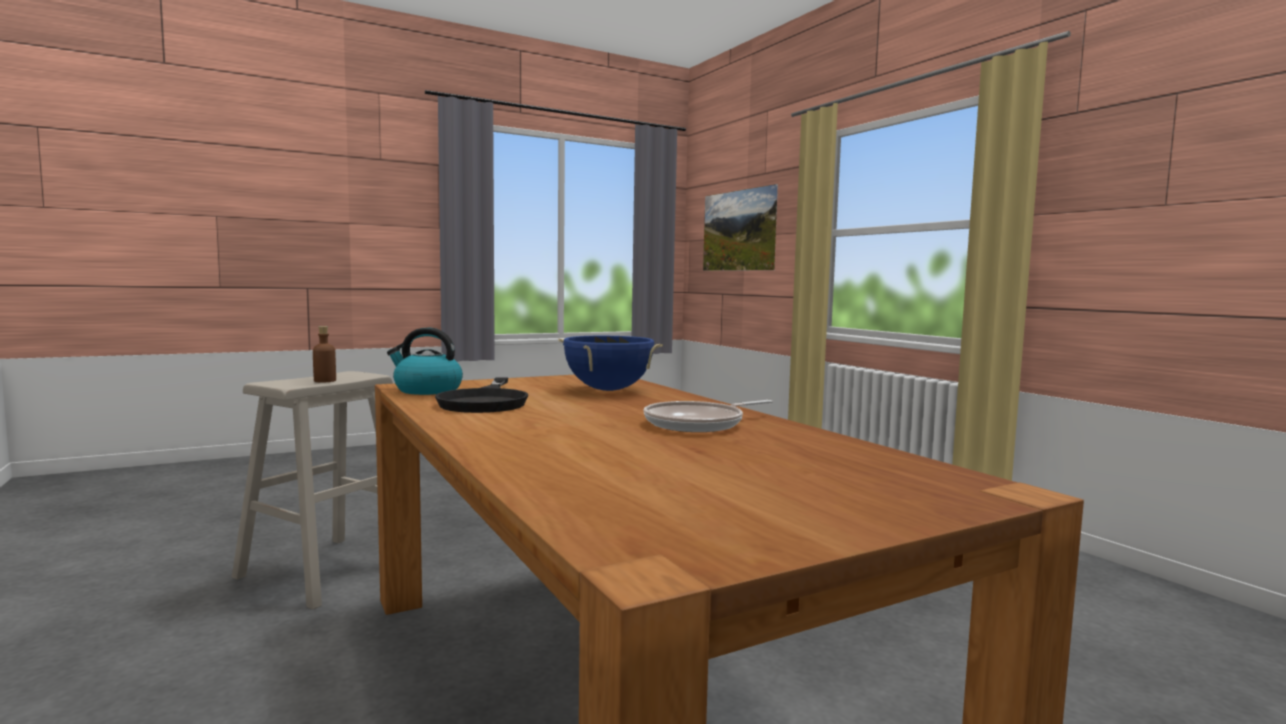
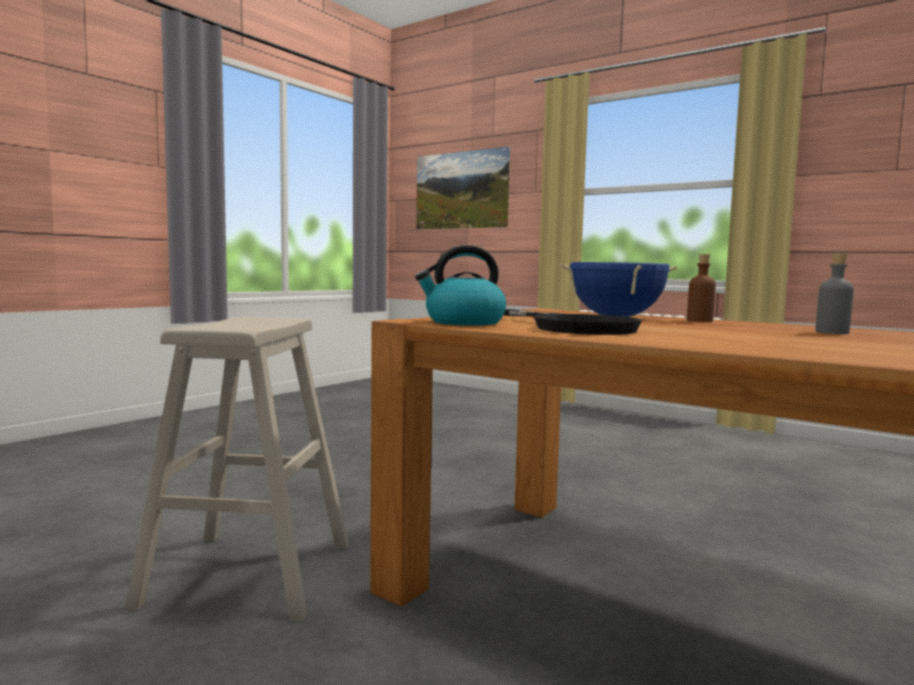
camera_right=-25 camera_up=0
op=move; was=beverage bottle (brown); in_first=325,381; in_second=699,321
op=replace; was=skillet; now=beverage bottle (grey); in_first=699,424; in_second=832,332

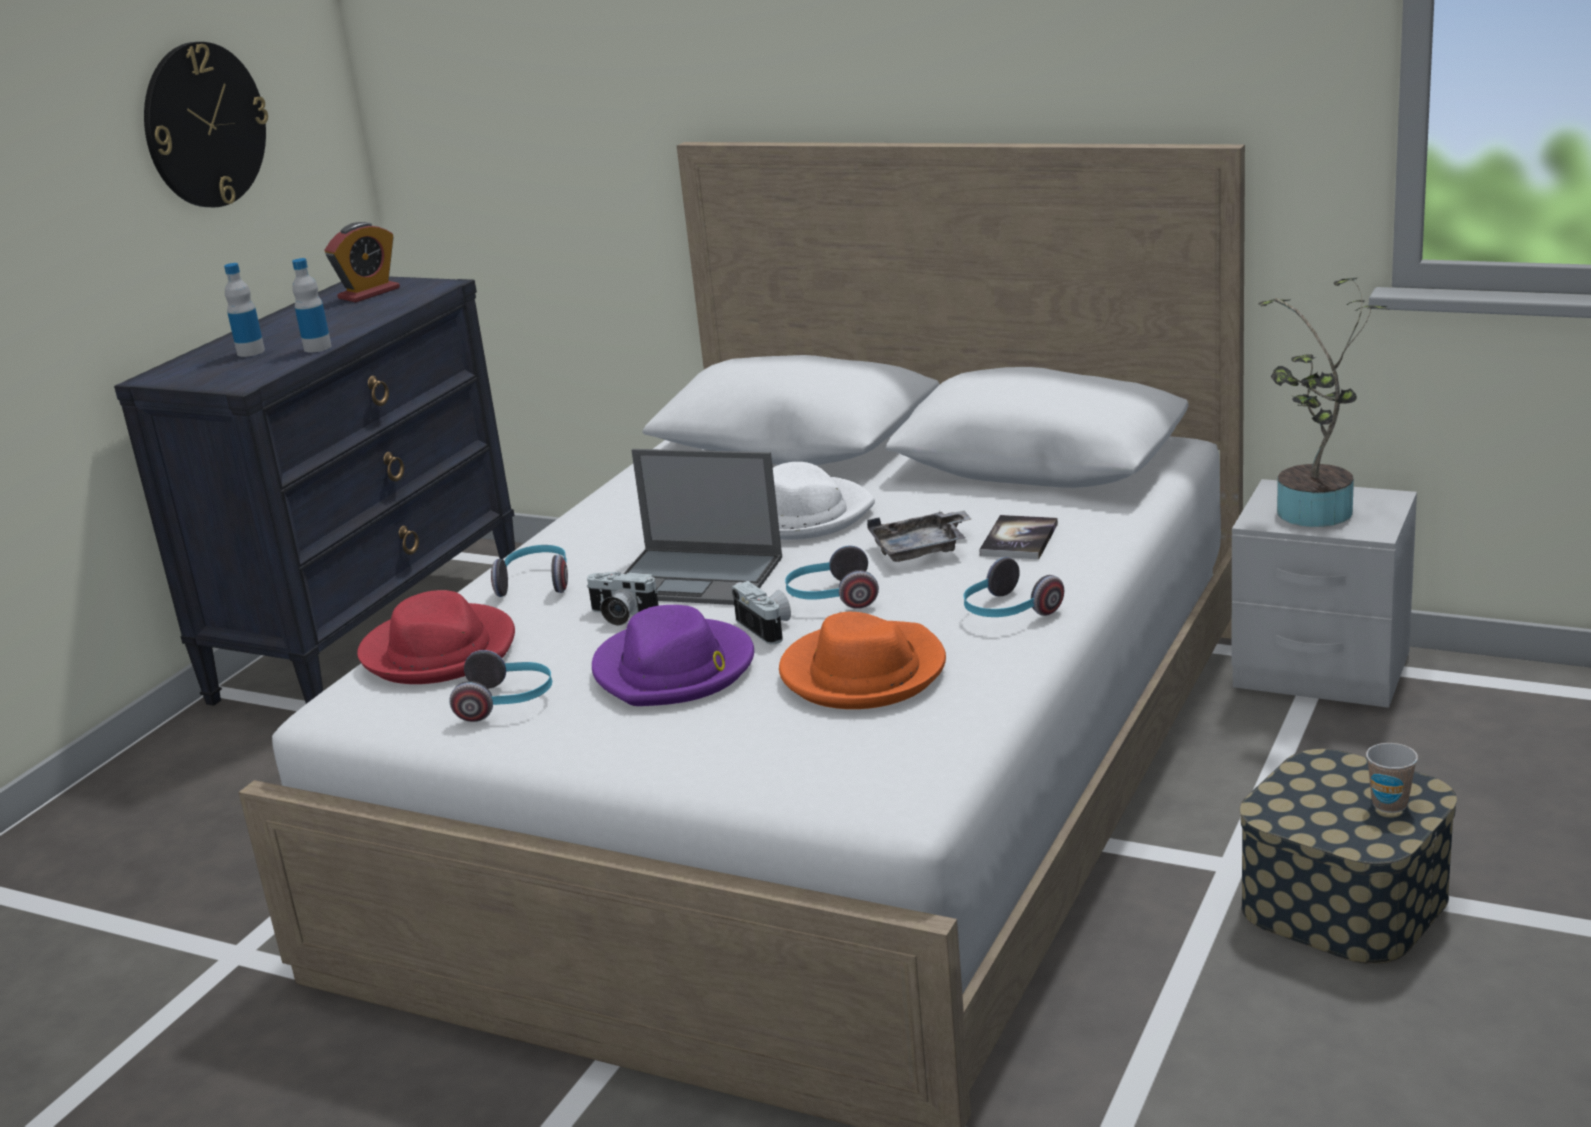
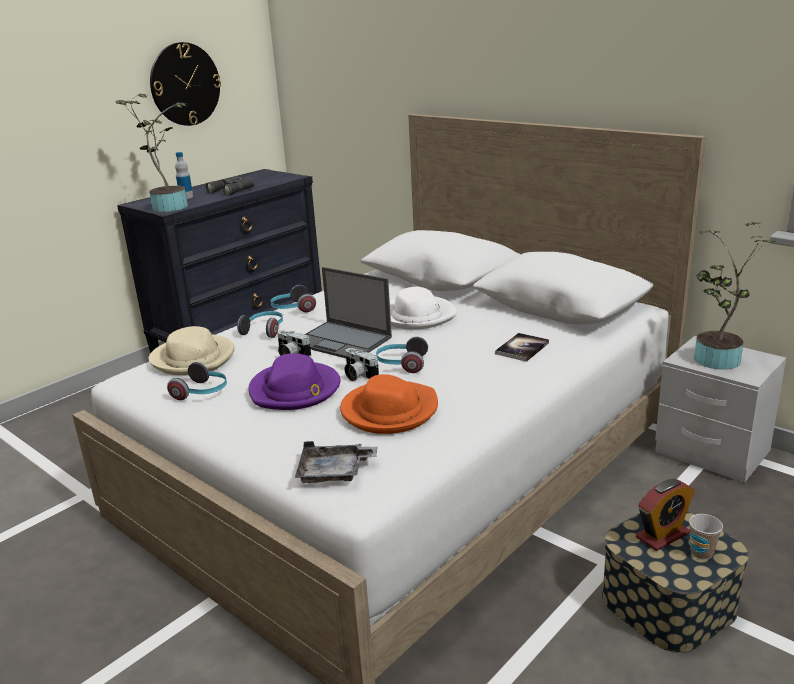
camera_right=15 camera_up=0
op=delete; was=beverage bottle; in_first=317,348
op=insert; now=plant in a pot; in_second=168,206
op=insert; now=binoculars (grey); in_second=233,190
op=move; was=table clock; in_first=369,293; in_second=662,535
op=move; was=carrying tray (grey); in_first=921,549; in_second=334,472
op=move; was=pair of headphones; in_first=1007,612; in_second=292,309
op=recolor; was=clothing hat (red); now=clothing hat (beige); in_first=440,651; in_second=194,358
op=rotate; was=still camera; in_first=768,628; in_second=358,375; clockwise=150

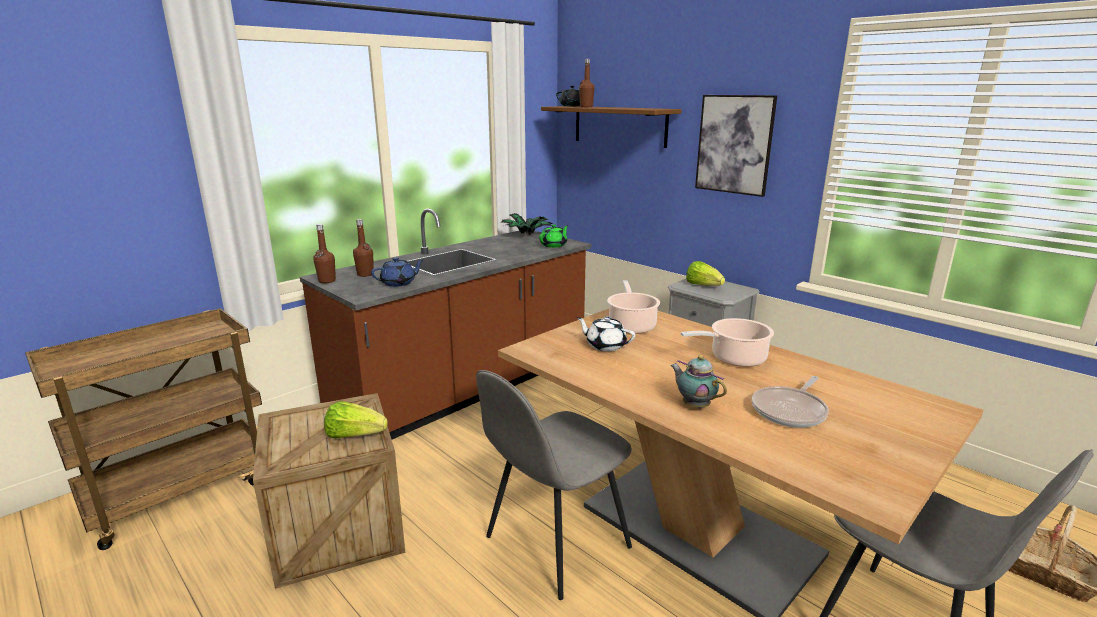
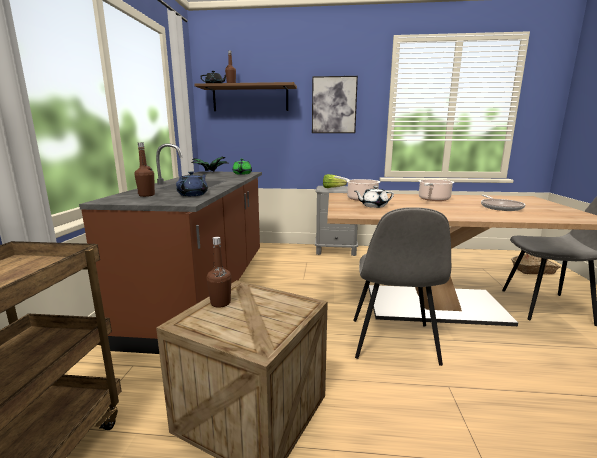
camera_right=-40 camera_up=-5
op=delete; was=lettuce; in_first=354,435
op=delete; was=tea pot; in_first=694,405
op=move; was=beverage bottle (brown); in_first=327,281; in_second=220,303

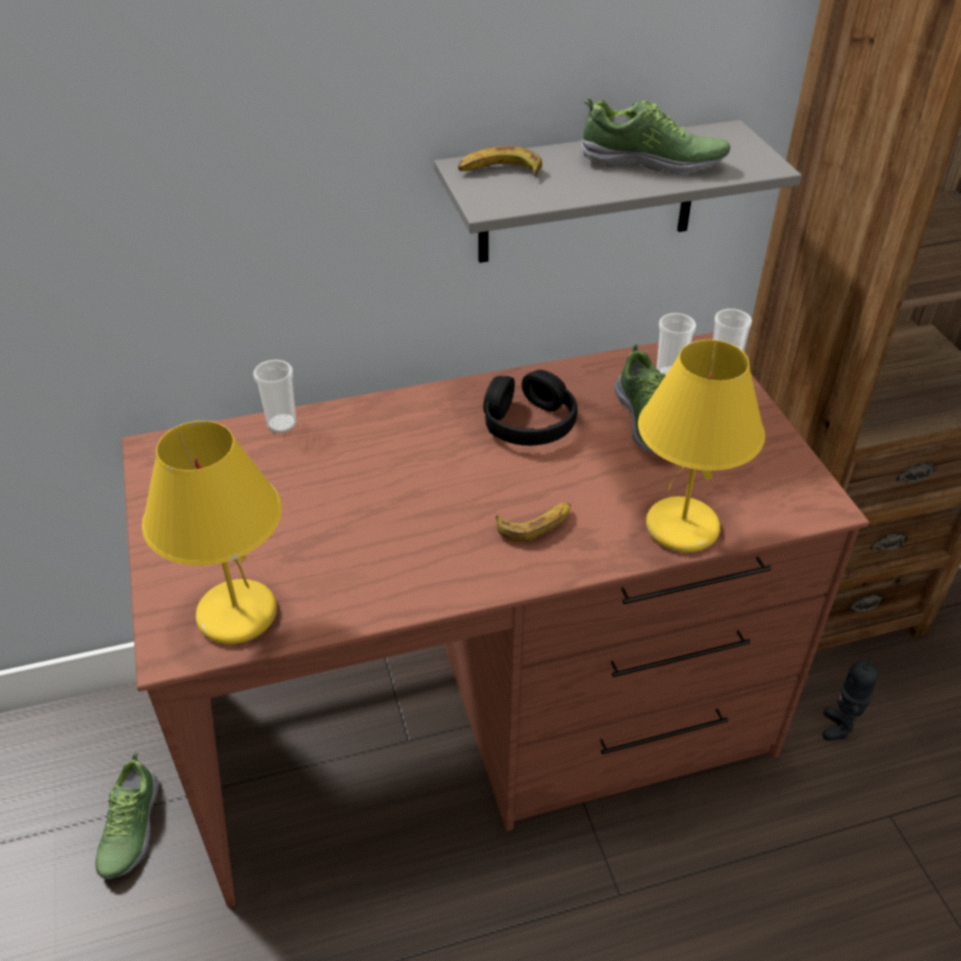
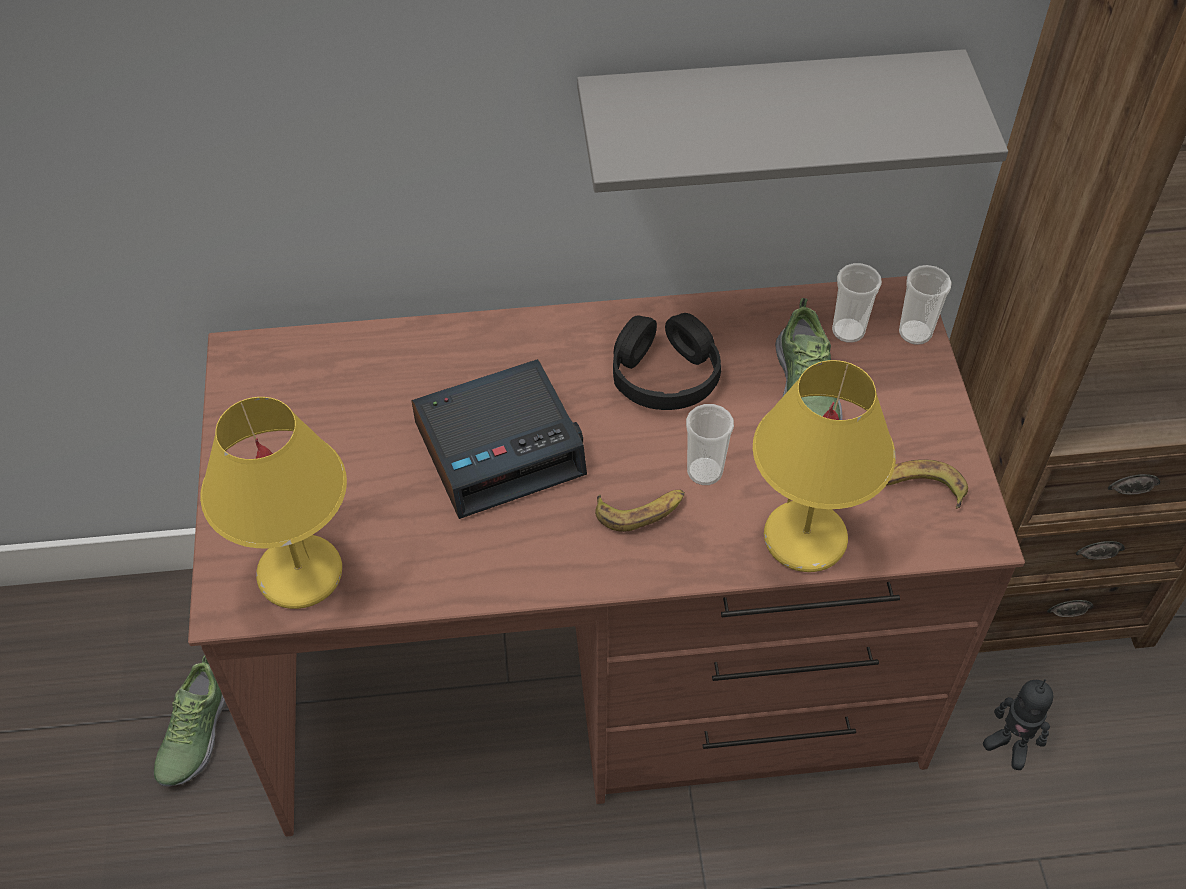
camera_right=10 camera_up=10
op=delete; was=shoe; in_first=652,162
op=insert; now=table clock; in_second=501,448
op=move; was=drinking cup; in_first=282,424; in_second=704,471
op=move; was=banana fruit; in_first=499,172; in_second=919,488
op=rotate; was=robot figure; in_first=839,727; in_second=1009,745; clockwise=-75

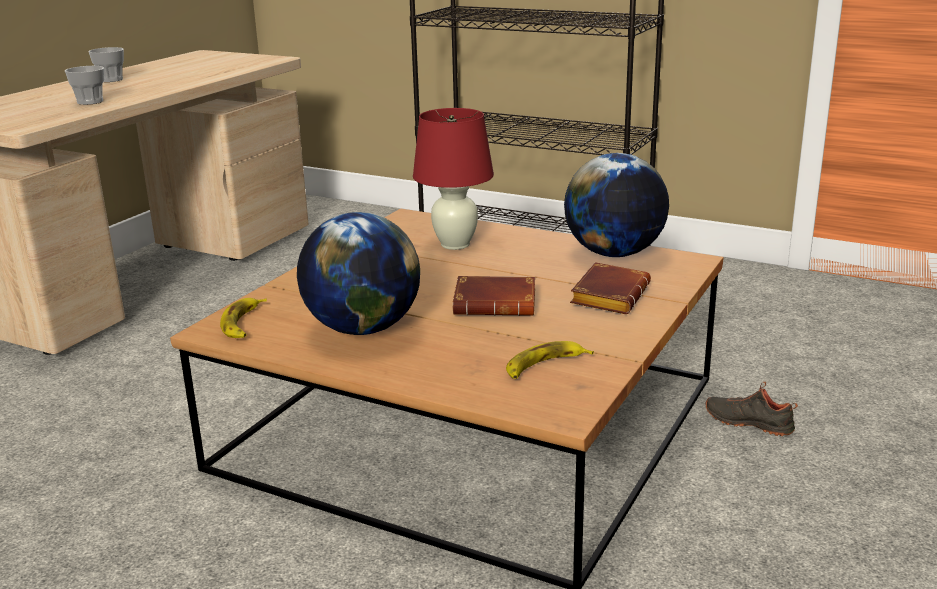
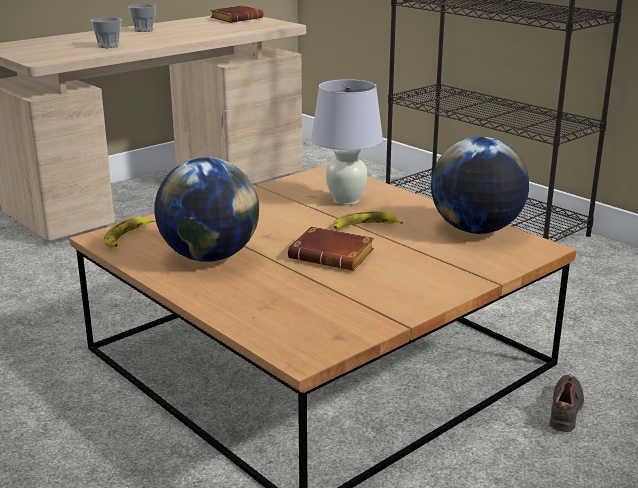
camera_right=20 camera_up=0
op=move; was=banana fruit; in_first=544,366; in_second=364,226
op=move; was=volume (brown); in_first=608,295; in_second=237,19
op=recolor; was=table lamp (red); now=table lamp (white); in_first=455,244; in_second=346,200
op=rotate; was=shoe (black-coloured); in_first=749,422; in_second=566,410; clockwise=60

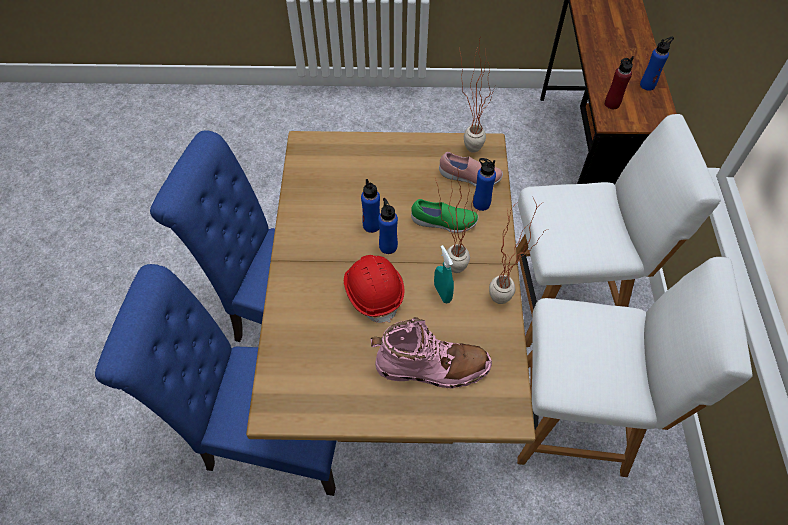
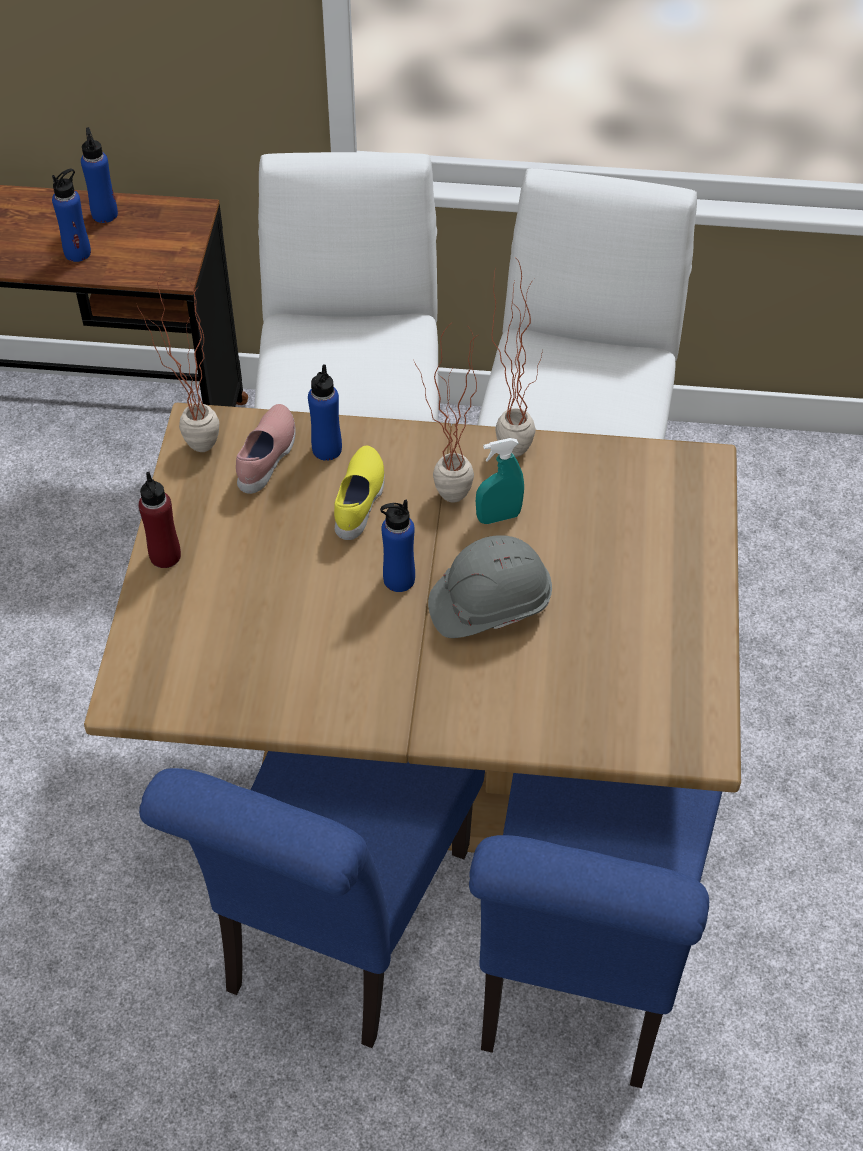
camera_right=-85 camera_up=-5
op=delete; was=tall boot (pink-coloured); in_first=432,367
op=move; was=beverage bottle (blue); in_first=371,225; in_second=78,253
op=move; was=beverage bottle (red); in_first=612,104; in_second=165,556
op=recolor; was=work helmet (red); now=work helmet (grey); in_first=373,292; in_second=489,604
op=recolor; was=shoe (green-coloured); now=shoe (yellowish); in_first=443,223; in_second=360,502

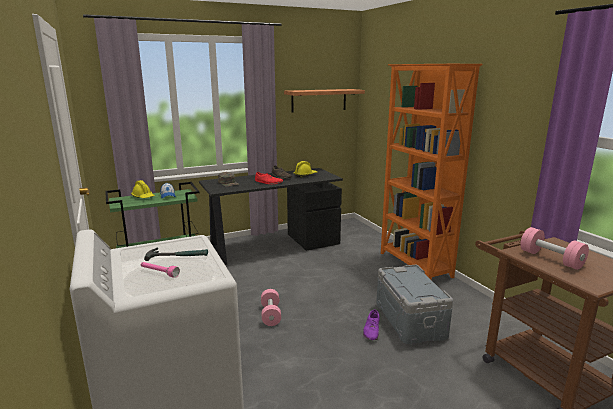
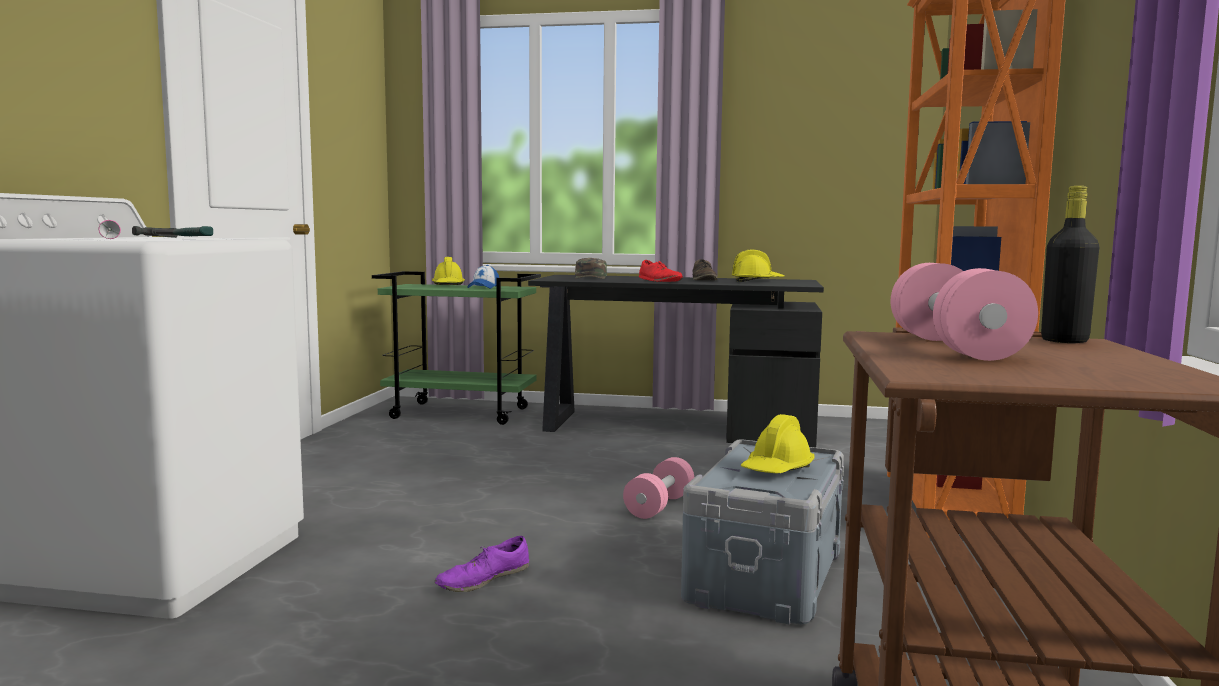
camera_right=35 camera_up=-10
op=delete; was=shelf; in_first=319,100
op=insert; now=work helmet (yellowish); in_second=777,470
op=insert; now=beverage bottle (black-coloured); in_second=1064,341
op=move; was=dumbbell (pink-coloured); in_first=270,315; in_second=659,506
op=move; was=shoe (purplish); in_first=372,330; in_second=483,579

